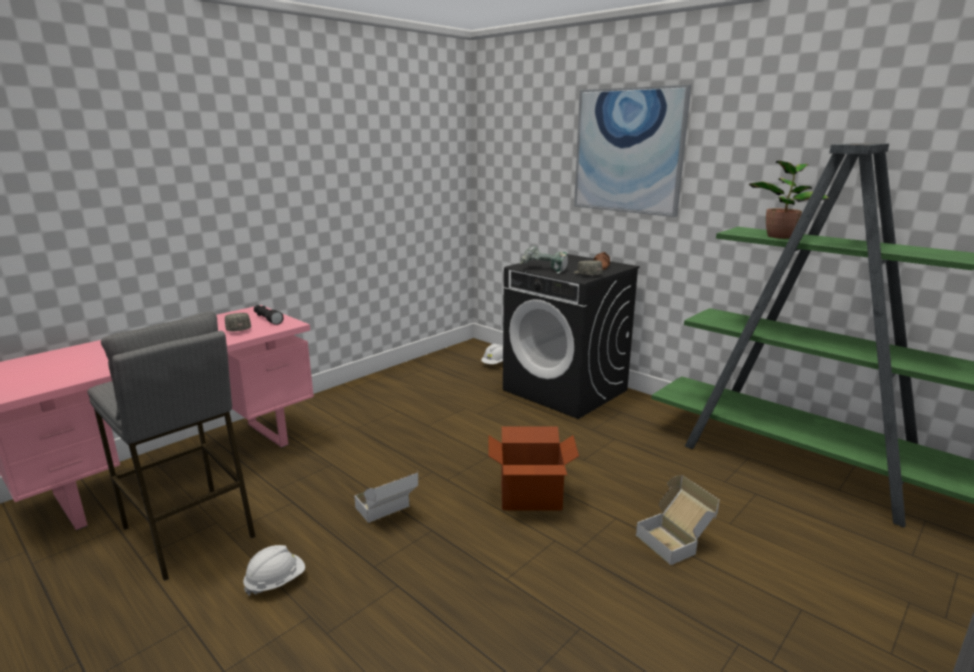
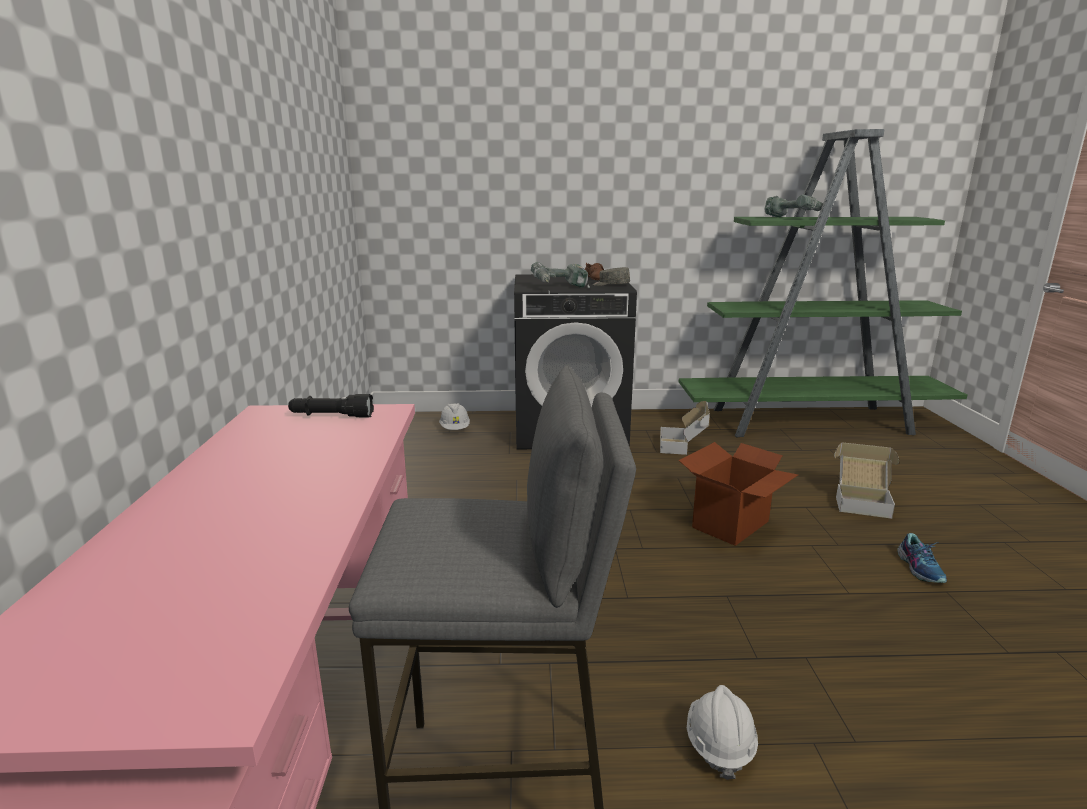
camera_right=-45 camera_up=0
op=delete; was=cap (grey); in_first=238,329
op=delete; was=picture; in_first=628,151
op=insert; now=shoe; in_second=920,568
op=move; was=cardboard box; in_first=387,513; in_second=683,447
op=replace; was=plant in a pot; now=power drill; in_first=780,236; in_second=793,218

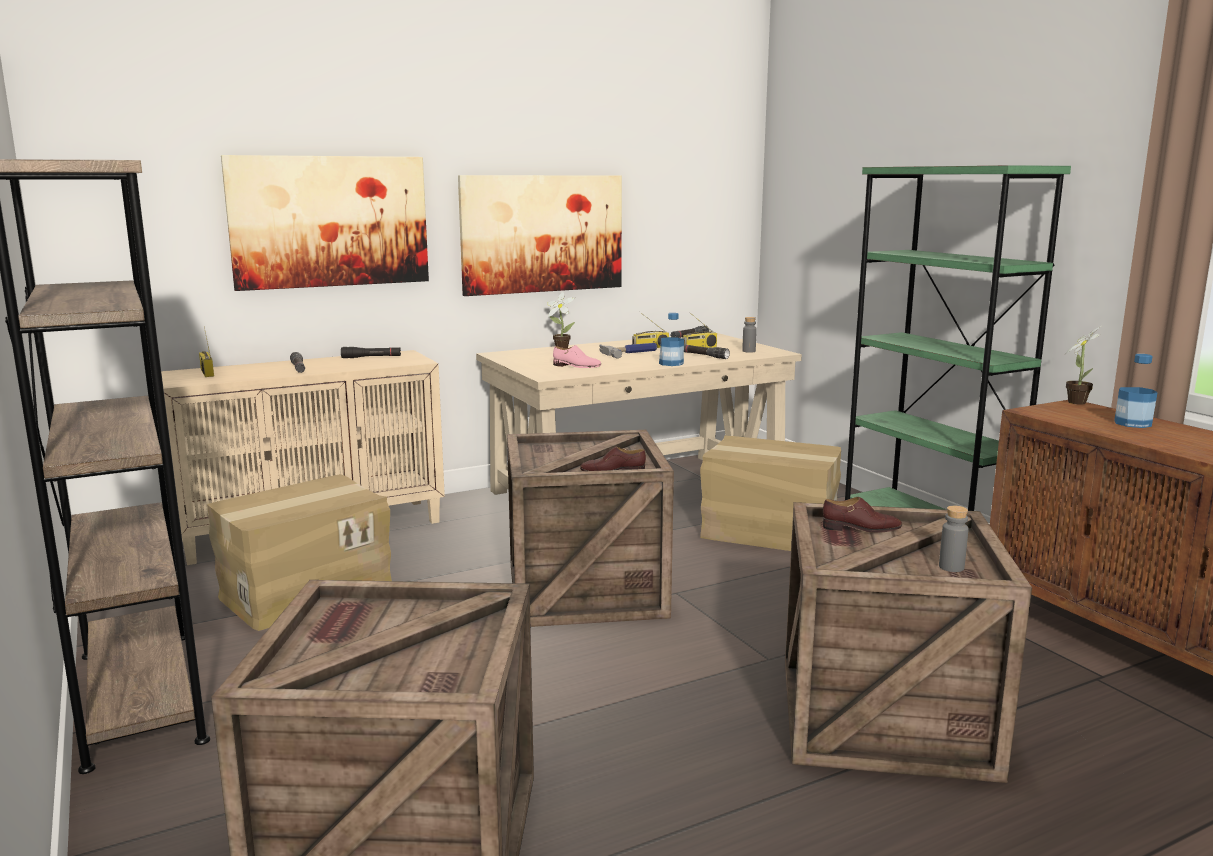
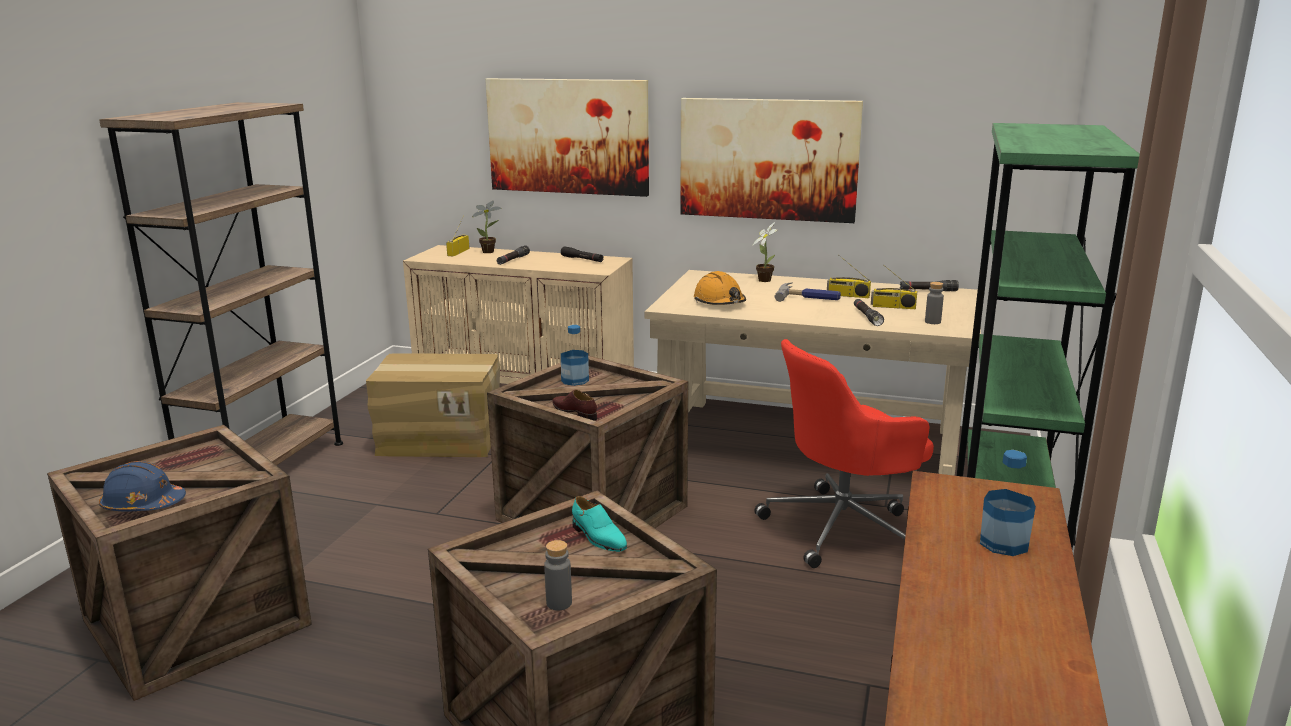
camera_right=45 camera_up=5
op=insert; now=work helmet (blue); in_second=143,505
op=move; was=beverage bottle; in_first=671,363; in_second=575,380
op=move; was=plant in a pot; in_first=1077,402; in_second=490,251
op=replace; was=shoe (pink-coloured); now=work helmet (orange); in_first=576,366; in_second=719,302
op=replace; was=cardboard box; now=computer chair (red); in_first=768,532; in_second=844,527
op=recolor; was=shoe (brown); now=shoe (blue-green); in_first=861,528; in_second=598,537

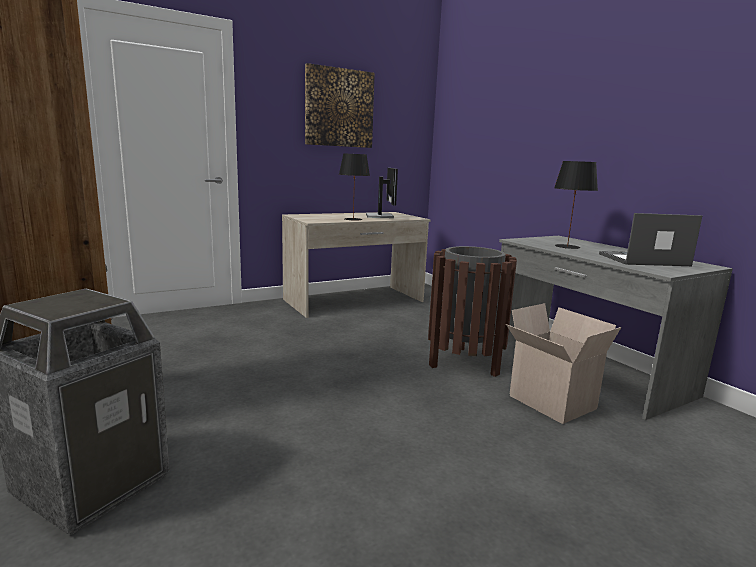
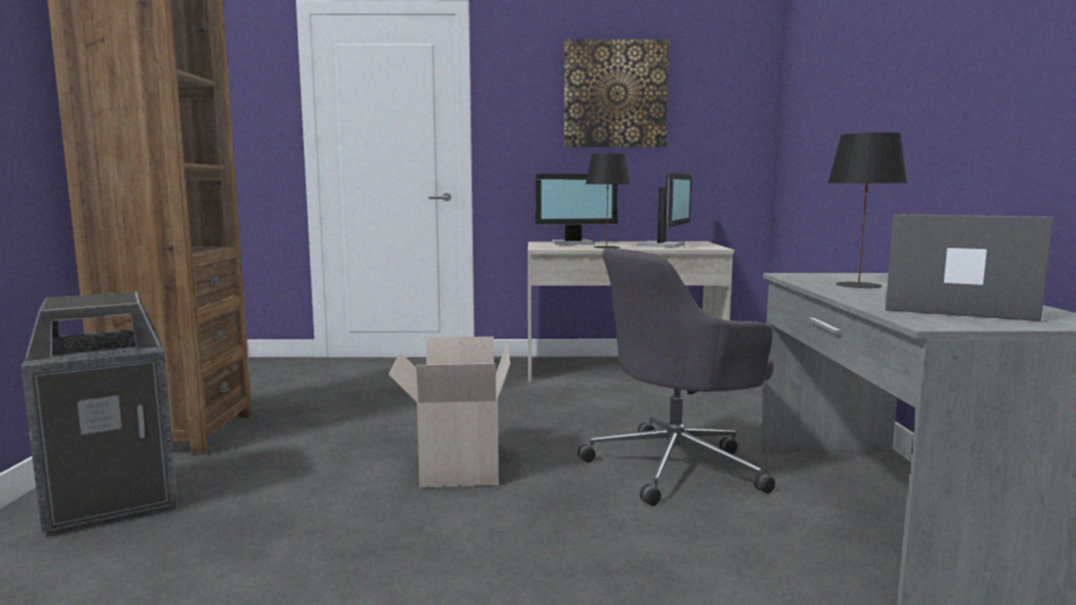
camera_right=30 camera_up=-5
op=insert; now=monitor; in_second=574,243
op=move; was=cardboard box; in_first=549,402; in_second=457,467
op=replace; was=rubbish bin (brown); now=computer chair (grey); in_first=464,362; in_second=677,466

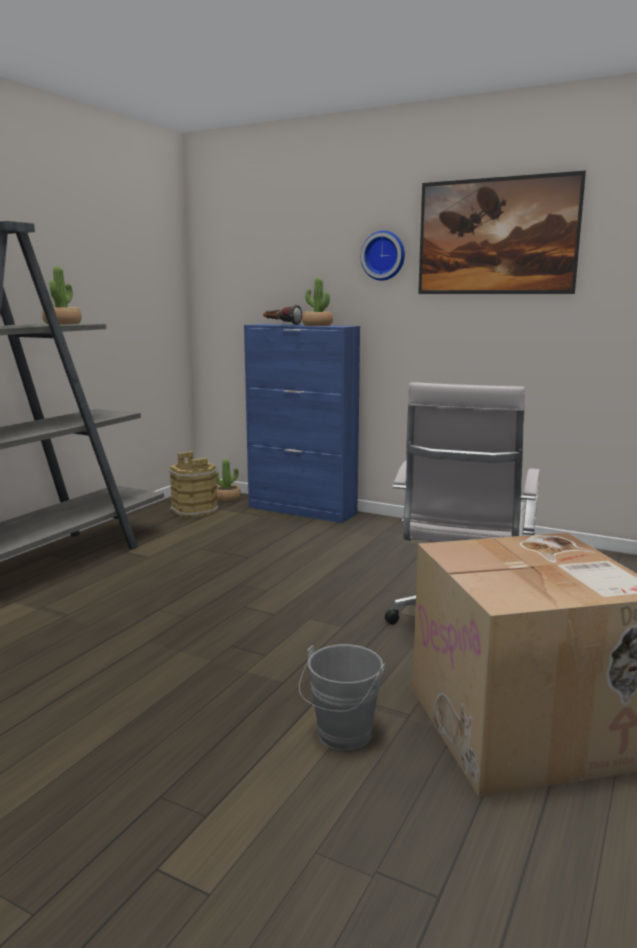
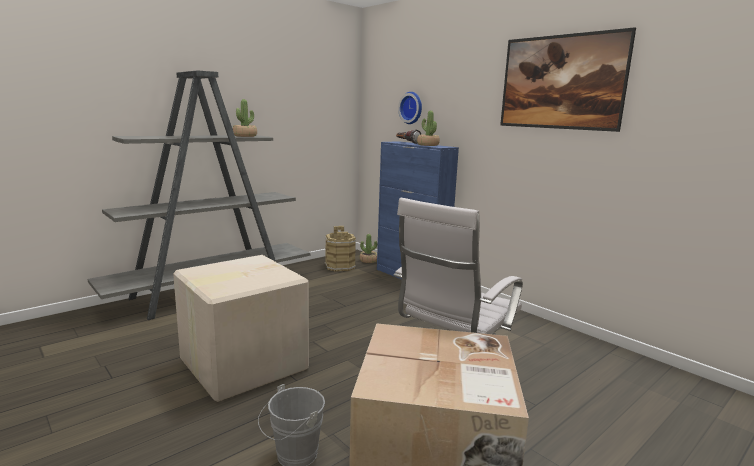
camera_right=20 camera_up=0
op=insert; now=cardboard box; in_second=242,364
op=move; was=hanging clock; in_first=384,256; in_second=412,108

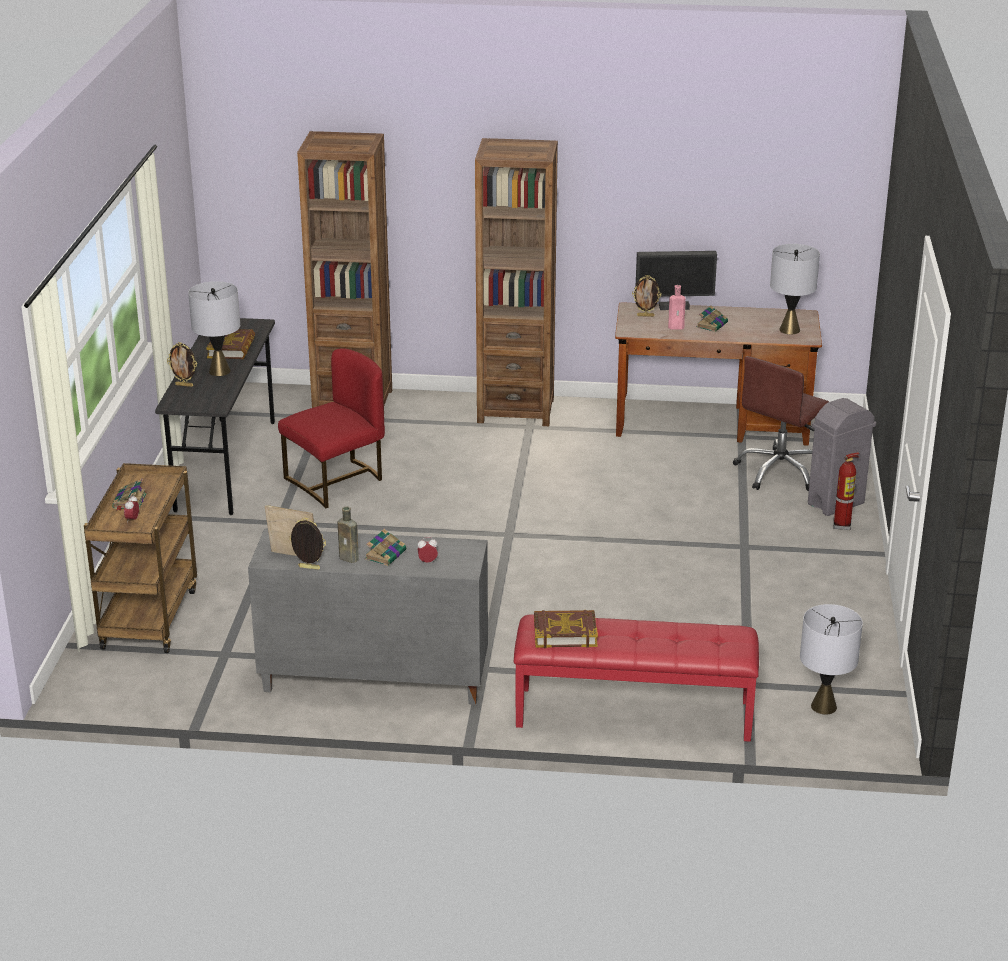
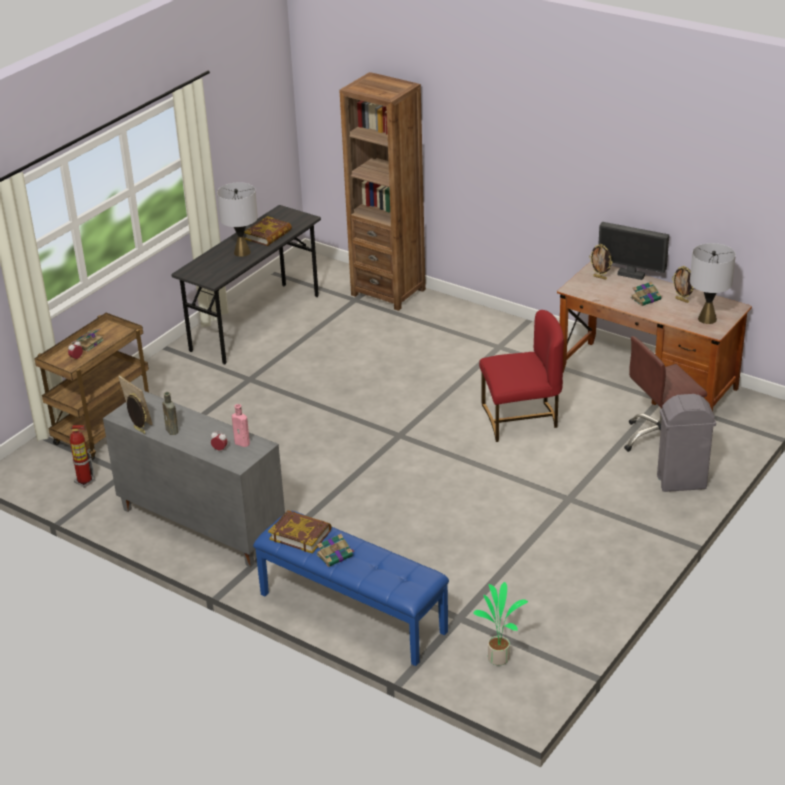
camera_right=30 camera_up=5
op=delete; was=shelving unit (brown); in_first=515,410
op=move; was=picture frame; in_first=184,385; in_second=682,300
op=move; was=plain chair (red); in_first=337,481; in_second=520,419
op=move; was=volume; in_first=386,554; in_second=335,555
op=move; was=beverage bottle (pink-coloured); in_first=677,327; in_second=243,443
op=move; was=fire extinguisher; in_first=842,525; in_second=85,481
op=replace; was=table lamp (grey); now=plant in a pot; in_first=824,707; in_second=499,657
op=recolor; was=bench (red); now=bench (blue); in_first=633,714; in_second=351,613

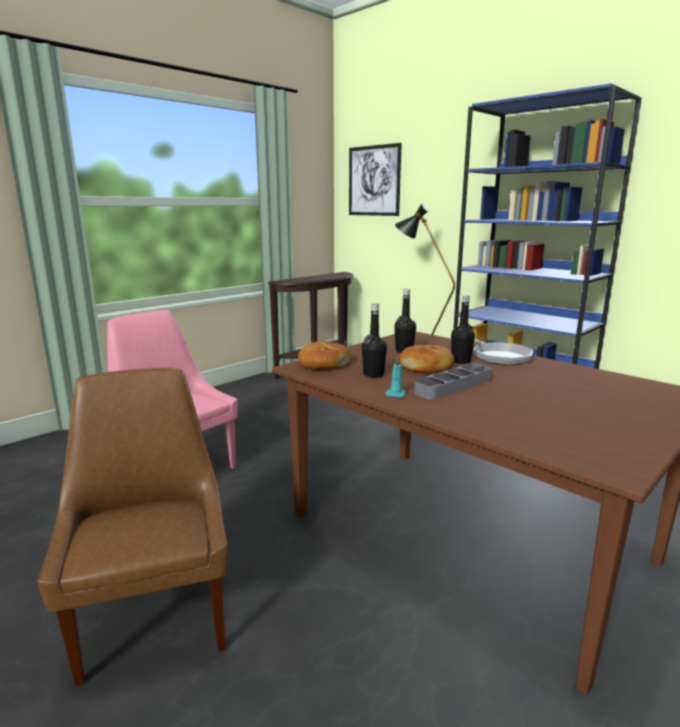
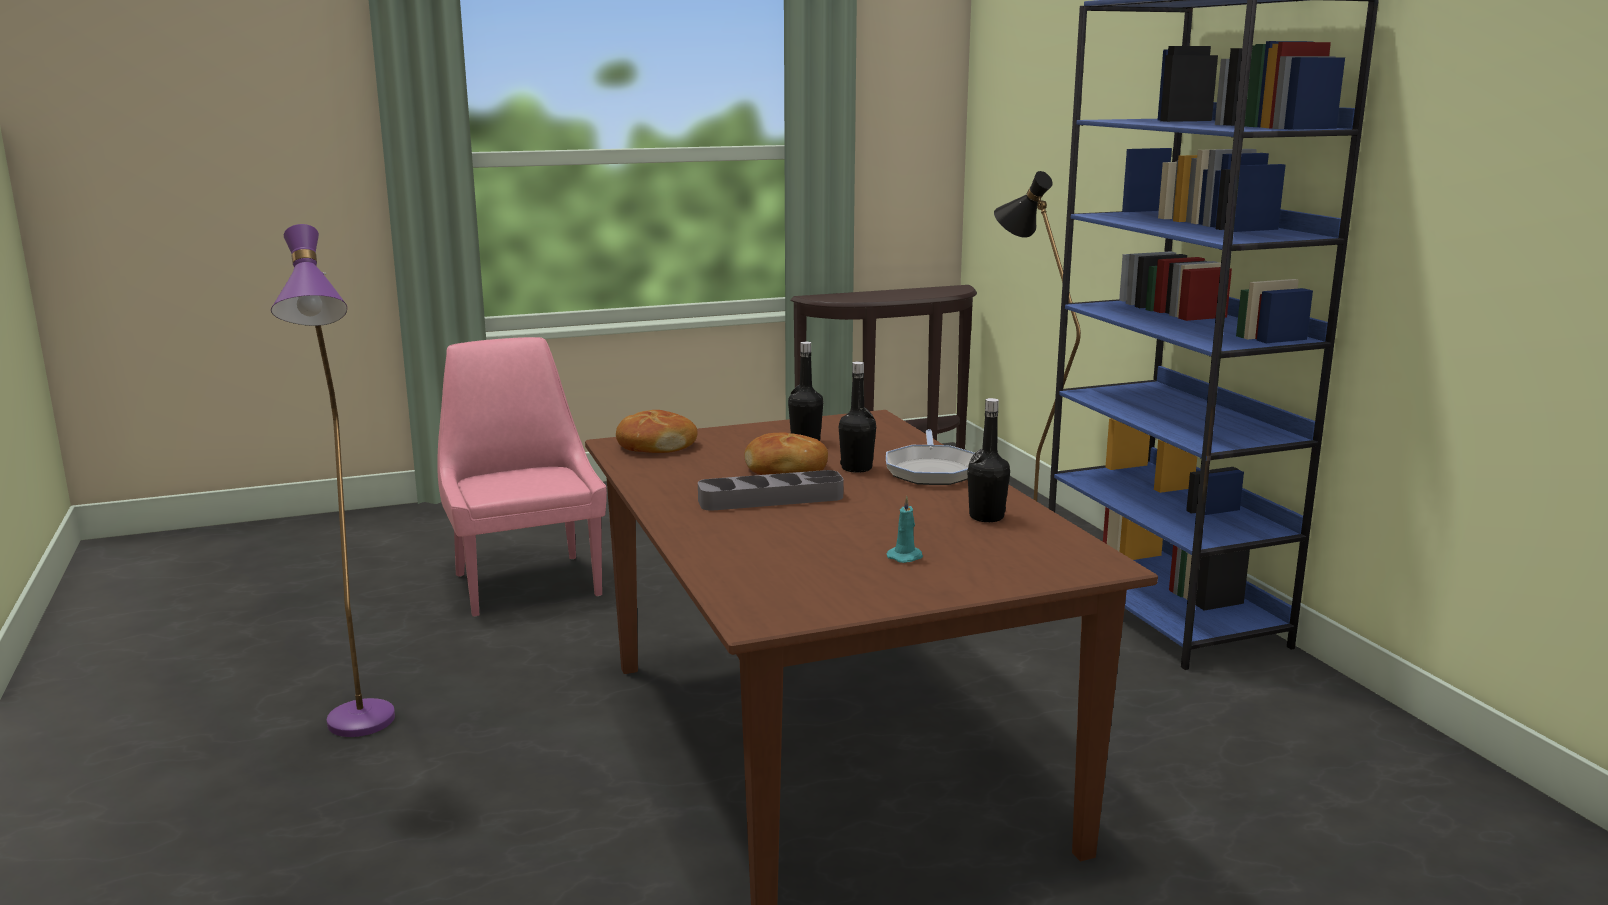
camera_right=25 camera_up=0
op=delete; was=picture; in_first=374,181
op=move; was=beverage bottle (black-coloured); in_first=373,375; in_second=986,517
op=move; was=candle (blue-green); in_first=396,394; in_second=906,557
op=replace; was=plain chair (brown); now=standing lamp (purplish); in_first=155,616; in_second=363,732

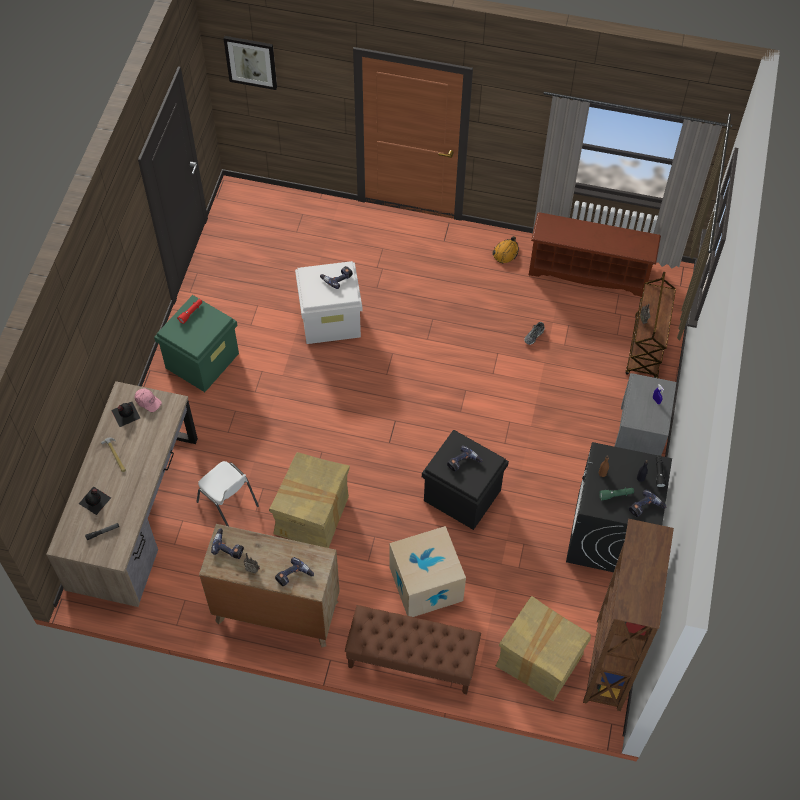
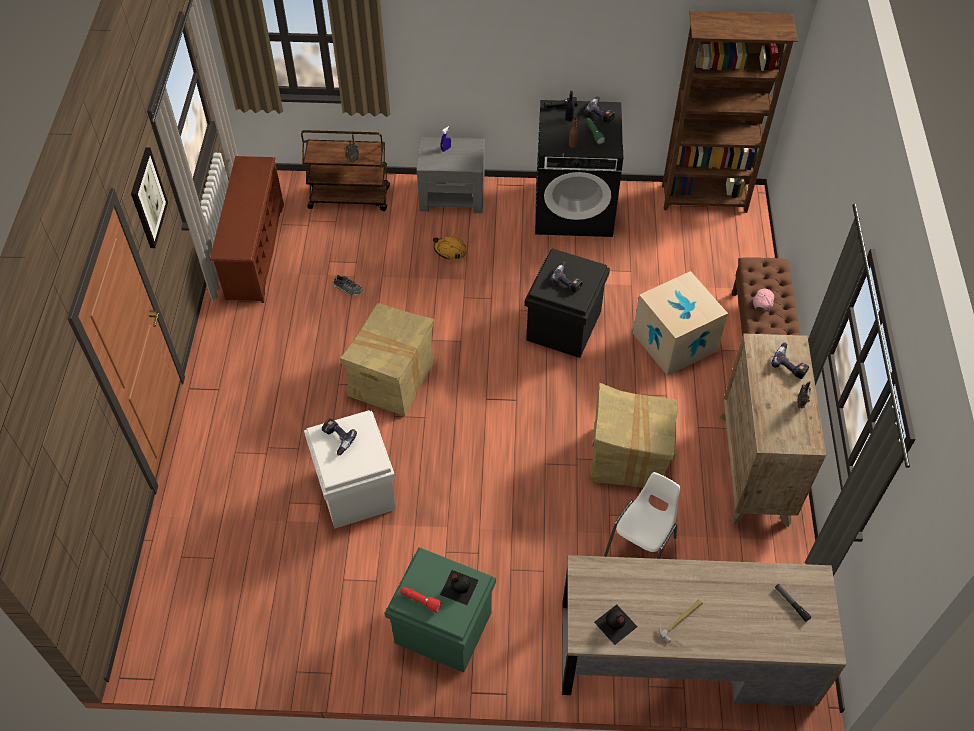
camera_right=-100 camera_up=-5
op=delete; was=power drill; in_first=228,546
op=move; was=beverage bottle (black-coloured); in_first=95,500; in_second=459,586
op=move; was=cap (pink-coloured); in_first=148,401; in_second=763,301
op=move; was=picture; in_first=251,62; in_second=148,198
op=move; was=work helmet (orange); in_first=505,253; in_second=450,250
op=move; was=cardboard box; in_first=539,660; in_second=391,379

